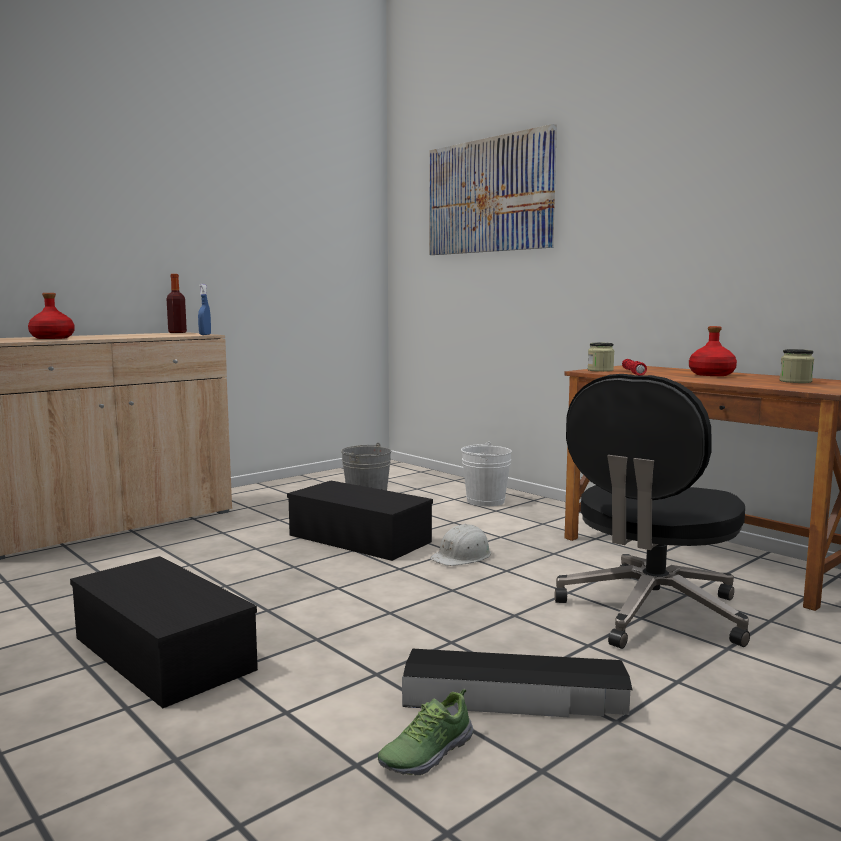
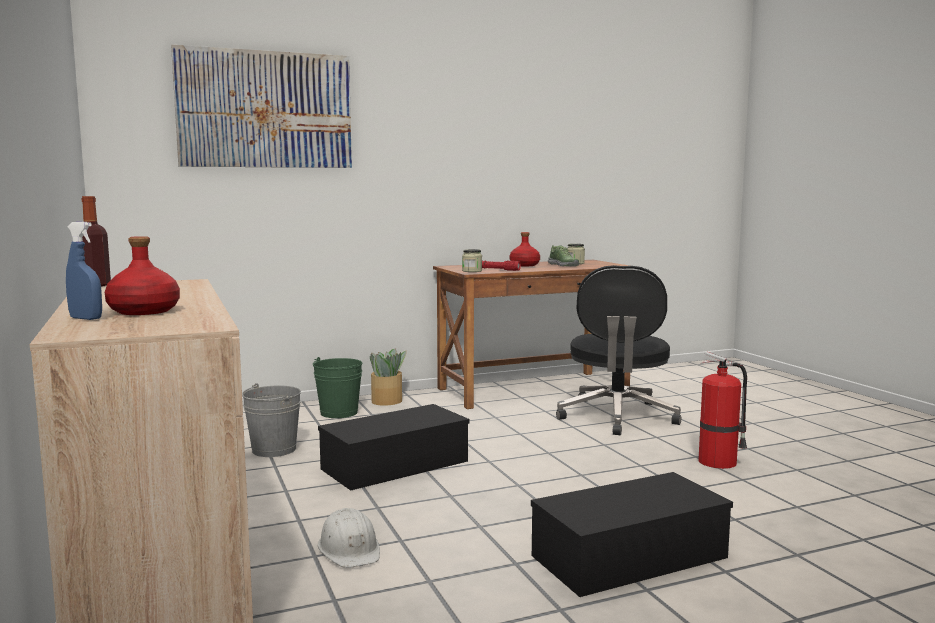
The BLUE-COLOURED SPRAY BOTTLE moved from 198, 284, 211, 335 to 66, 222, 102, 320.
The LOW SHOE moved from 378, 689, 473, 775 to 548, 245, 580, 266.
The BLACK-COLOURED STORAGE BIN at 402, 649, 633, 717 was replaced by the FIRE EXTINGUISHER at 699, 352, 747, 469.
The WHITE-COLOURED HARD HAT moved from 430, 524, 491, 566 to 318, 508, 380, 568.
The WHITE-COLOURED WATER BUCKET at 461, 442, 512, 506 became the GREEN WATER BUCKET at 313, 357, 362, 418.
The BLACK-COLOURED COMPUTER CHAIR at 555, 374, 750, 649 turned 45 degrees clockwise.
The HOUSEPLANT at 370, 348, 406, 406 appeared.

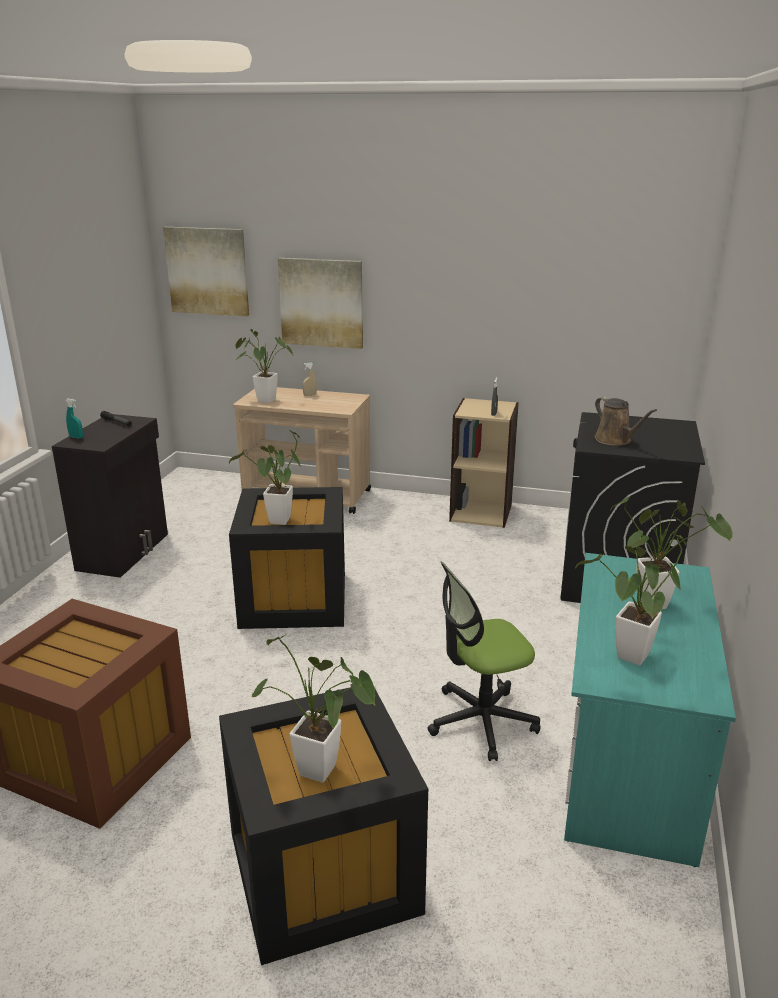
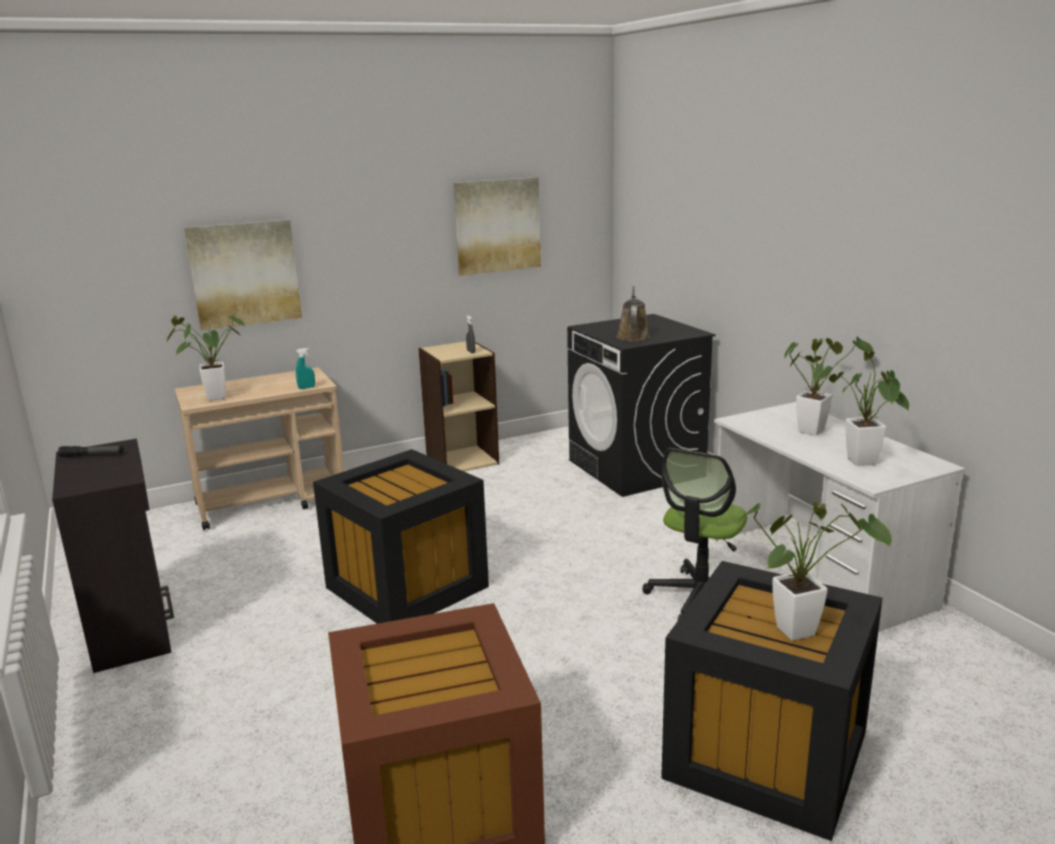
The TURQUOISE SPRAY BOTTLE moved from 65, 399, 83, 439 to 296, 348, 315, 389.
The WALL ART moved from 163, 227, 249, 316 to 454, 177, 541, 276.
The HOUSEPLANT at 229, 430, 301, 525 disappeared.
The SAND-COLOURED SPRAY BOTTLE at 303, 362, 317, 396 disappeared.
The TURQUOISE DESK UNIT at 564, 553, 736, 867 became the WHITE-COLOURED DESK UNIT at 714, 402, 966, 632.
The BROWN WATERING POT at 595, 397, 657, 446 turned 105 degrees counterclockwise.

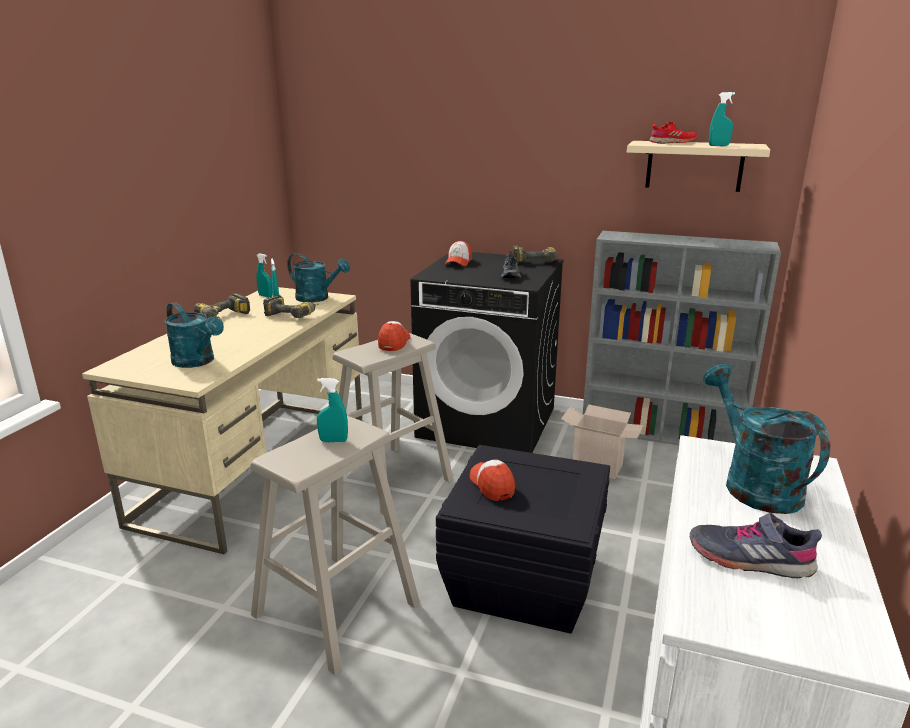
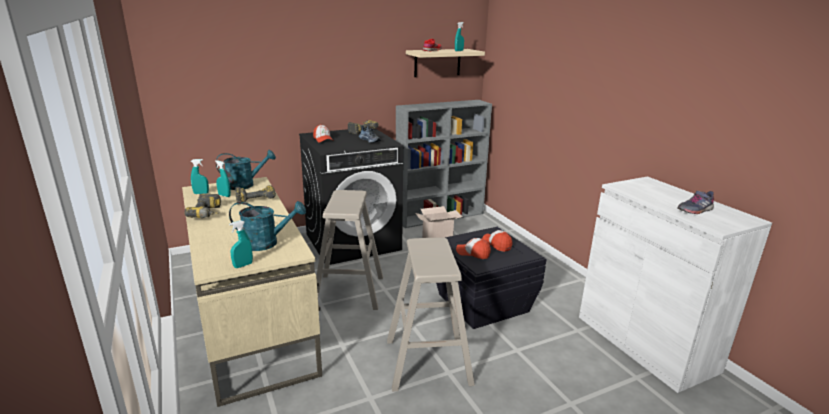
The TURQUOISE SPRAY BOTTLE moved from 317, 378, 348, 442 to 229, 220, 253, 268.
The CAP moved from 378, 321, 411, 351 to 482, 230, 513, 252.
The TURQUOISE WATERING POT at 703, 364, 830, 514 disappeared.

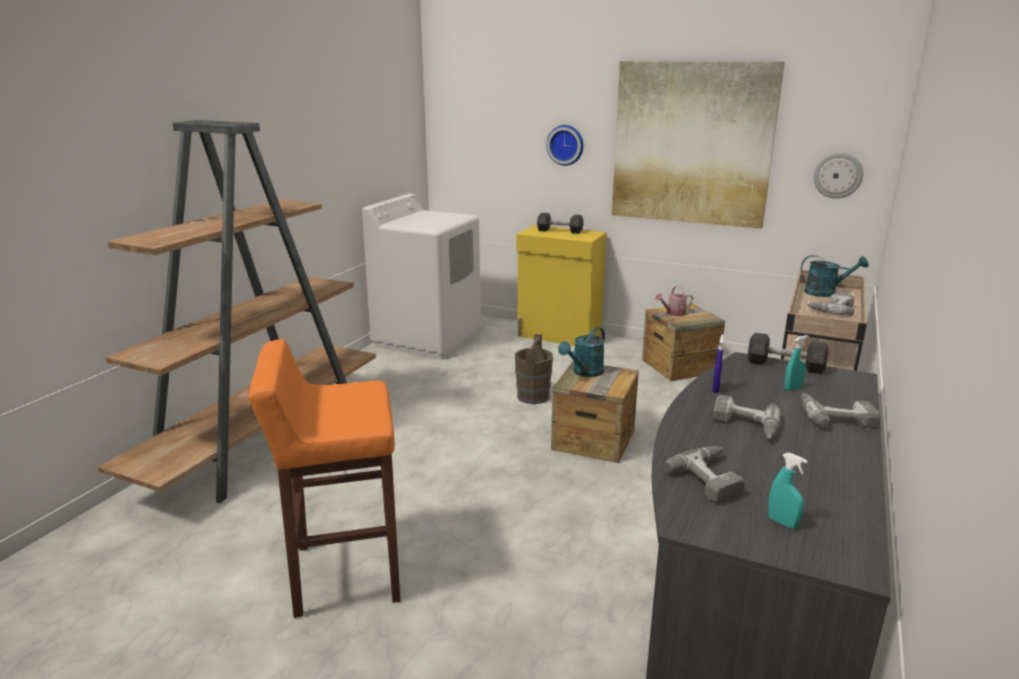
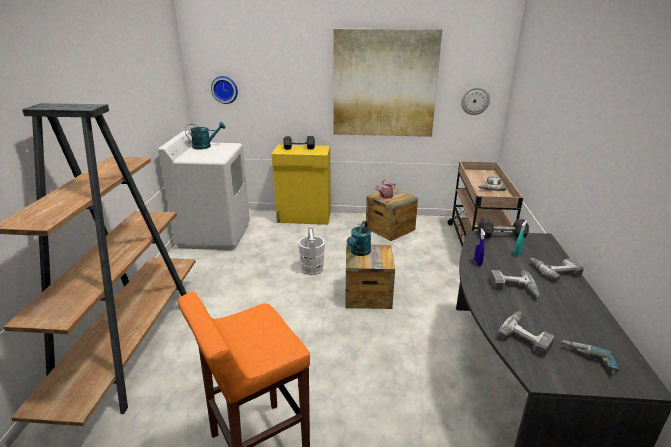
The BROWN WATER BUCKET at 515, 334, 553, 404 became the WHITE-COLOURED WATER BUCKET at 298, 226, 325, 275.
The WALL CLOCK moved from 546, 125, 583, 166 to 211, 76, 238, 104.
The TURQUOISE SPRAY BOTTLE at 768, 453, 808, 529 was replaced by the POWER DRILL at 561, 340, 619, 374.
The TURQUOISE WATERING POT moved from 801, 255, 869, 297 to 185, 122, 226, 150.

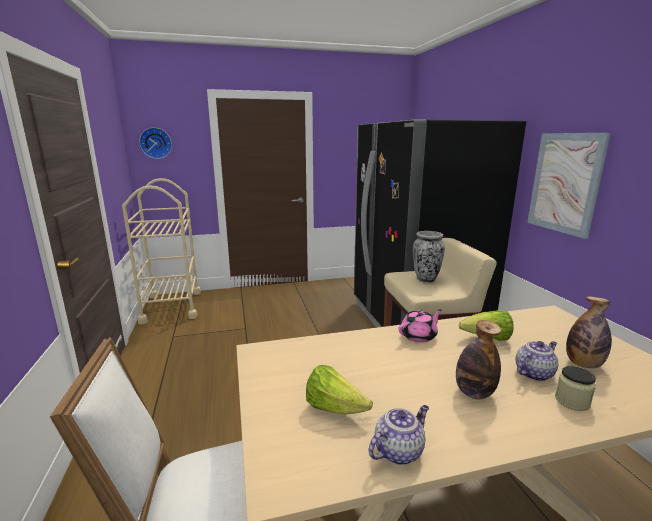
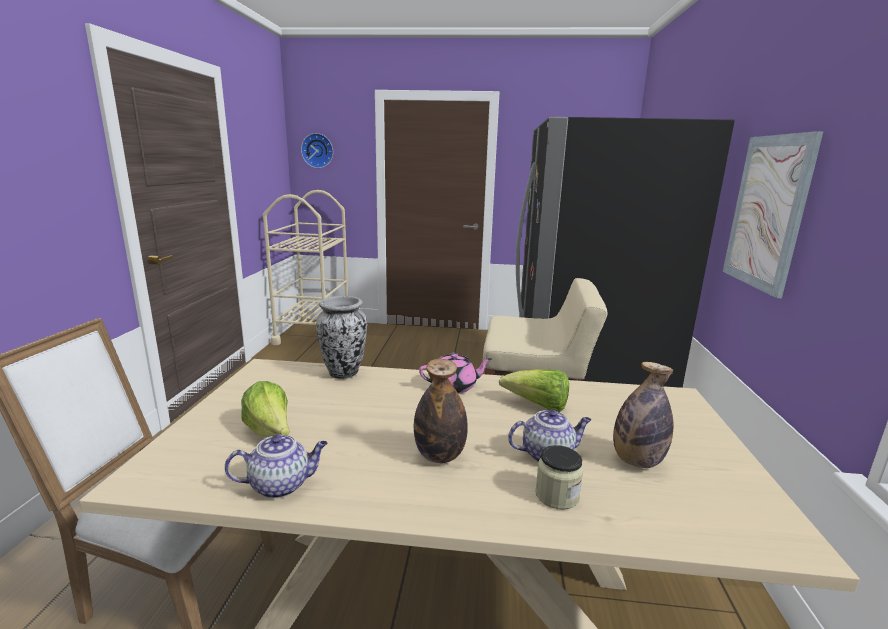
The DECORATIVE VASE moved from 413, 231, 445, 283 to 316, 296, 367, 379.

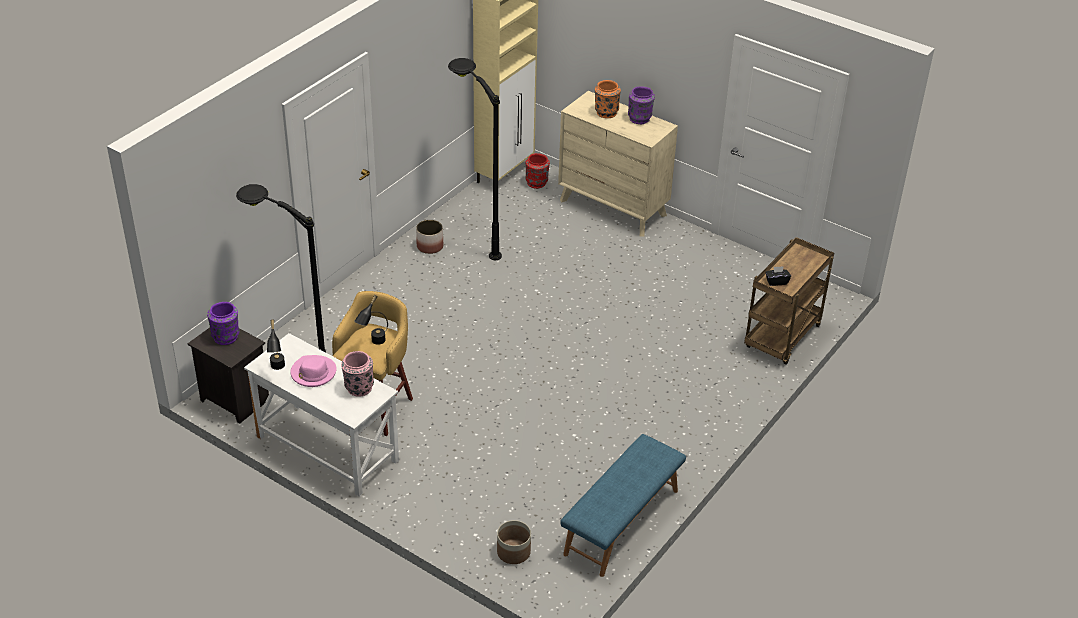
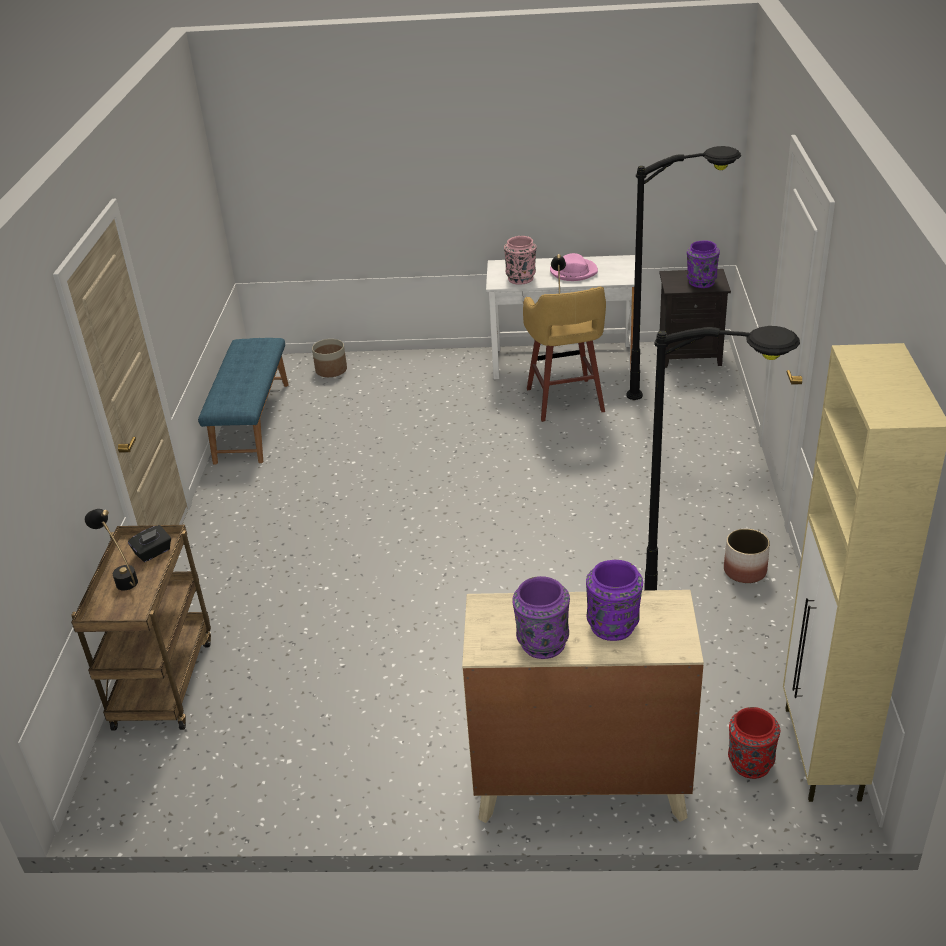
The BLACK-COLOURED LAMP FOR A TABLE moved from 267, 319, 285, 370 to 85, 509, 138, 591.
The ORANGE-COLOURED DECORATIVE VASE at 595, 80, 621, 118 became the PURPLE-COLOURED DECORATIVE VASE at 586, 560, 643, 641.

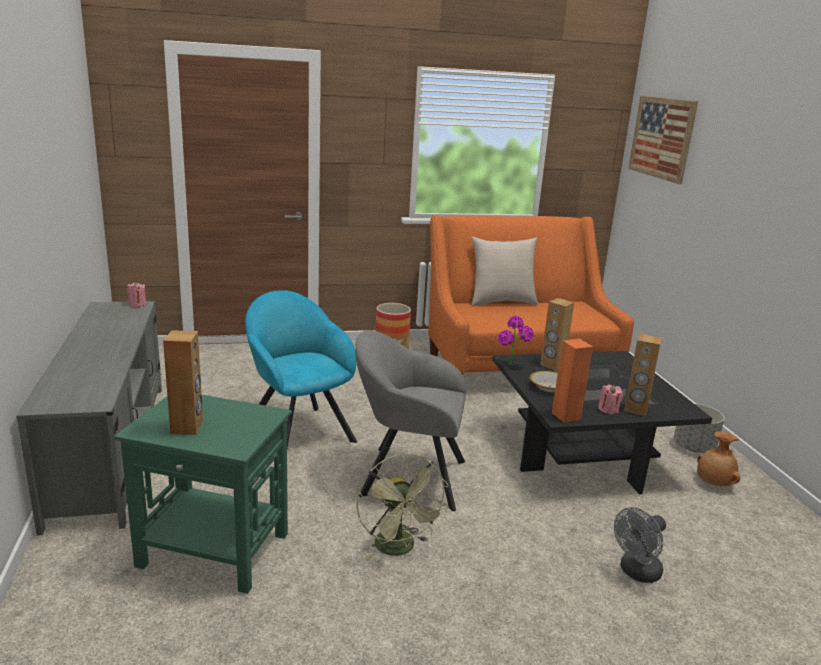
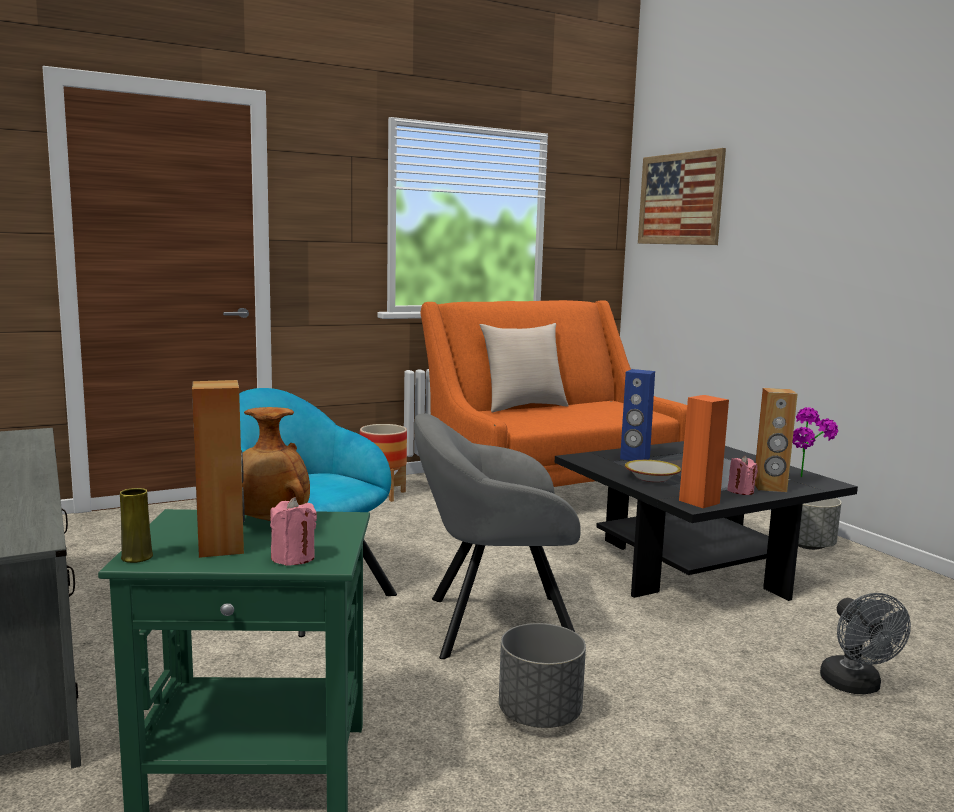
The PINKISH WAX CANDLE moved from 127, 281, 146, 307 to 270, 497, 317, 566.
The GREEN FAN at 356, 453, 449, 560 was replaced by the GREYISH PLANT POT at 499, 623, 586, 728.
The HOUSEPLANT moved from 498, 316, 534, 364 to 792, 407, 839, 477.
The BROWN AUDIO SPEAKER at 540, 298, 574, 371 became the BLUE-COLOURED AUDIO SPEAKER at 620, 369, 655, 461.
The GREYISH FAN at 614, 507, 666, 583 turned 45 degrees counterclockwise.
The BROWN DECORATIVE VASE moved from 697, 431, 740, 486 to 242, 407, 310, 521.
The YELLOWISH DECORATIVE VASE at 120, 488, 153, 563 appeared.

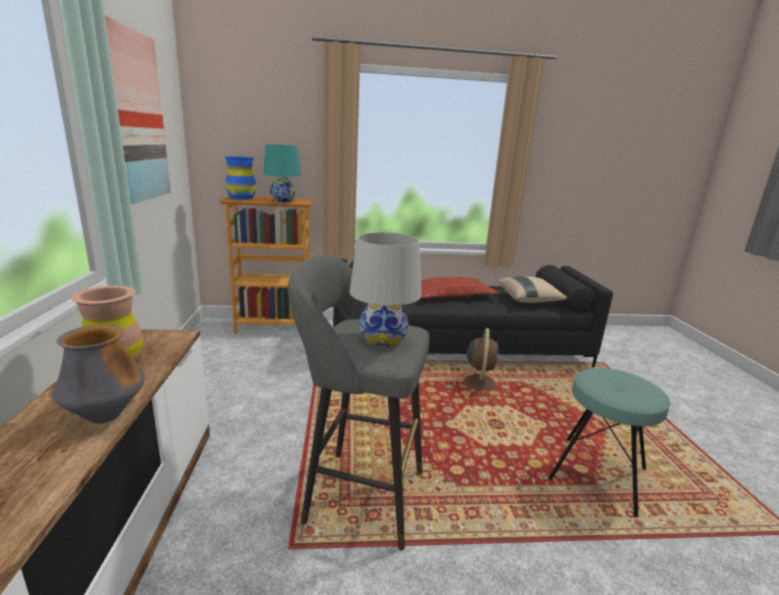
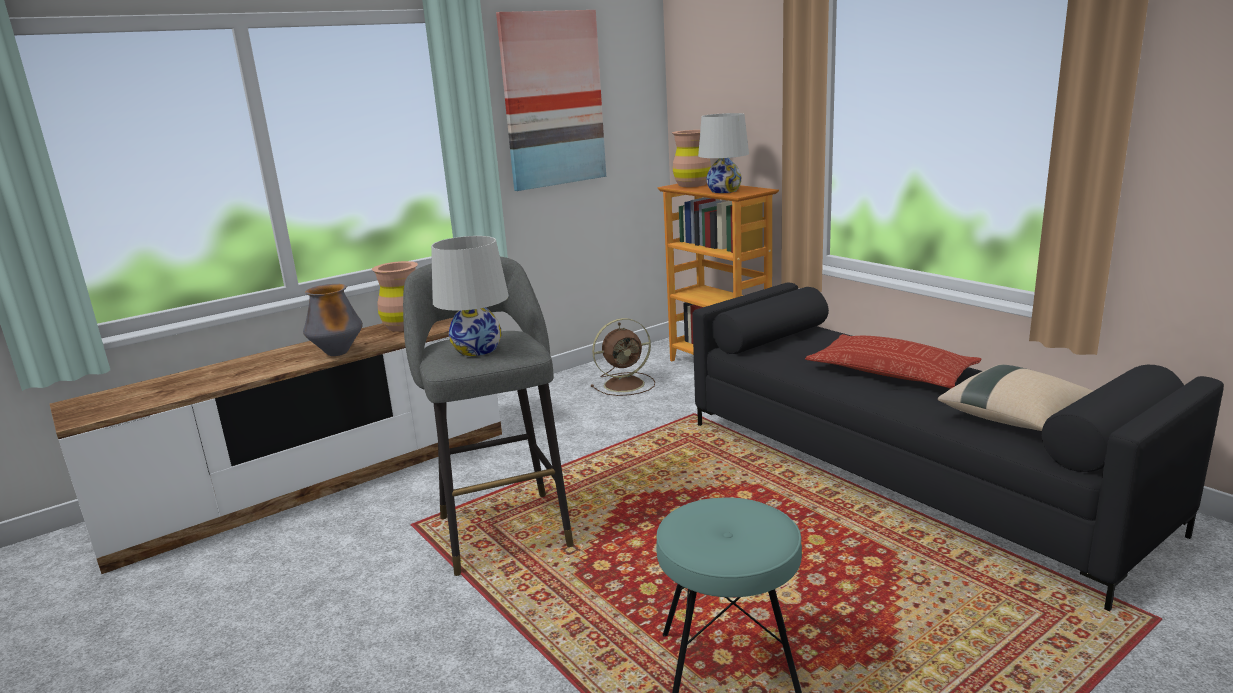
The BLUE-COLOURED DECORATIVE VASE at 224, 156, 256, 200 became the BROWN DECORATIVE VASE at 672, 130, 711, 187.
The TURQUOISE LAMP FOR A TABLE at 263, 144, 301, 202 became the WHITE-COLOURED LAMP FOR A TABLE at 698, 113, 749, 193.
The BROWN FAN moved from 456, 328, 503, 396 to 591, 318, 655, 396.

